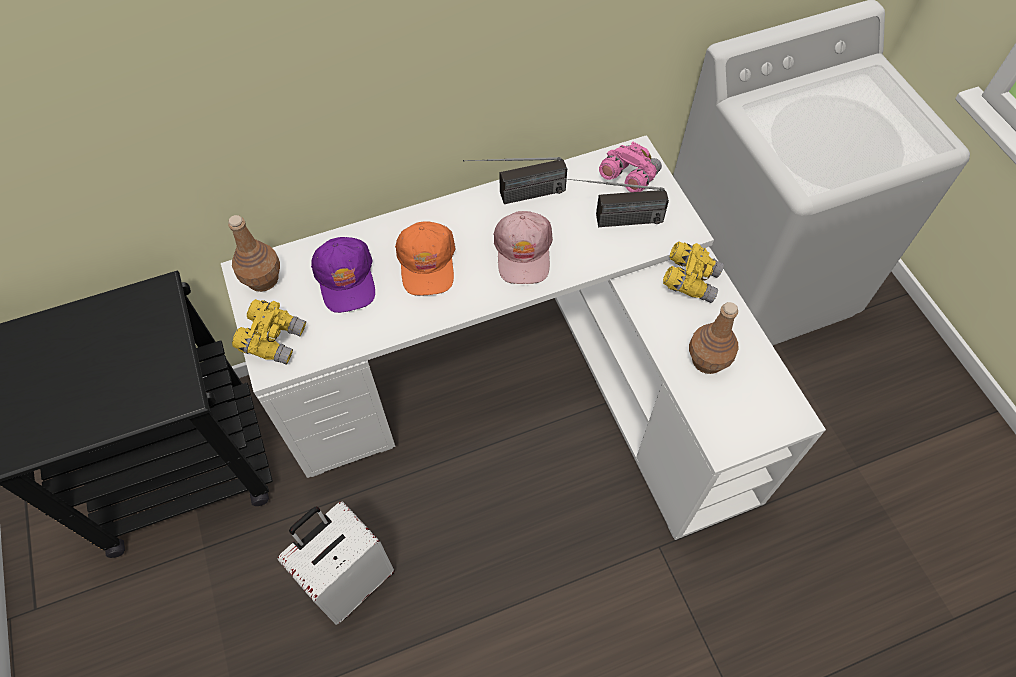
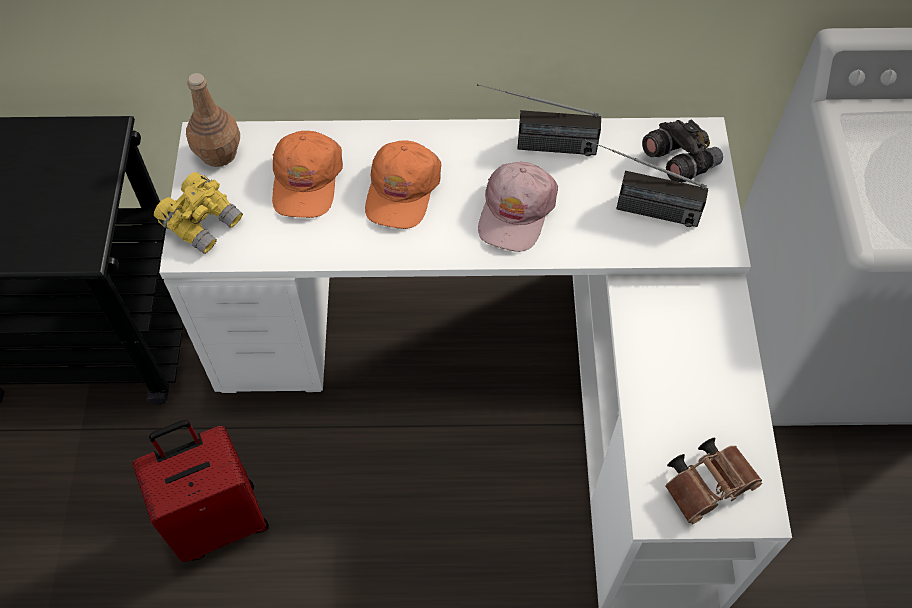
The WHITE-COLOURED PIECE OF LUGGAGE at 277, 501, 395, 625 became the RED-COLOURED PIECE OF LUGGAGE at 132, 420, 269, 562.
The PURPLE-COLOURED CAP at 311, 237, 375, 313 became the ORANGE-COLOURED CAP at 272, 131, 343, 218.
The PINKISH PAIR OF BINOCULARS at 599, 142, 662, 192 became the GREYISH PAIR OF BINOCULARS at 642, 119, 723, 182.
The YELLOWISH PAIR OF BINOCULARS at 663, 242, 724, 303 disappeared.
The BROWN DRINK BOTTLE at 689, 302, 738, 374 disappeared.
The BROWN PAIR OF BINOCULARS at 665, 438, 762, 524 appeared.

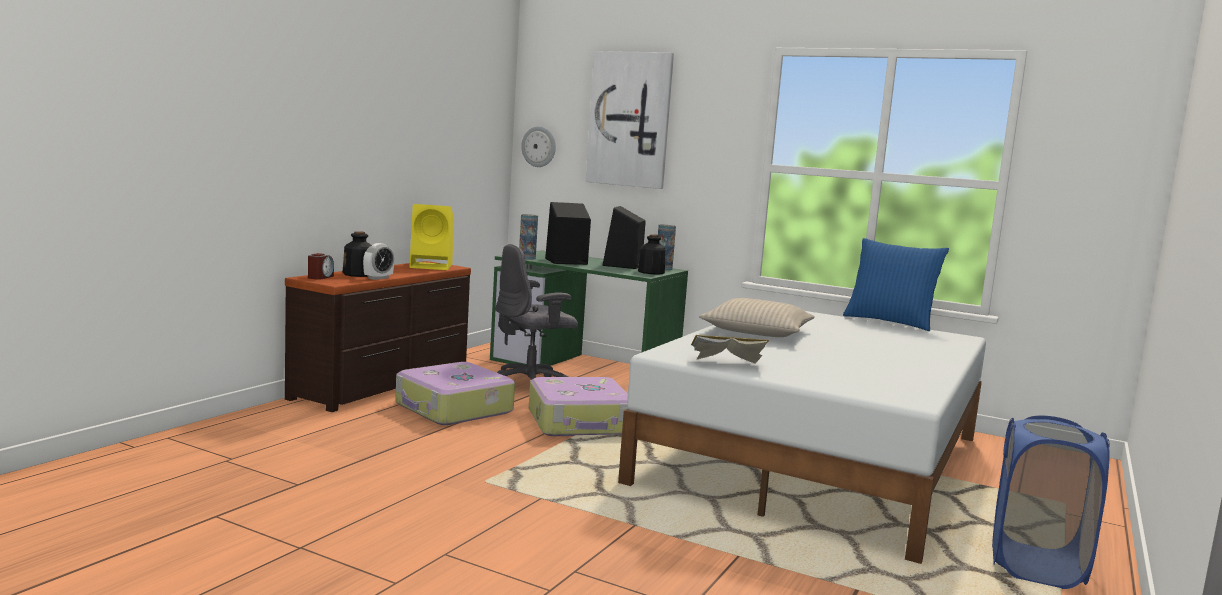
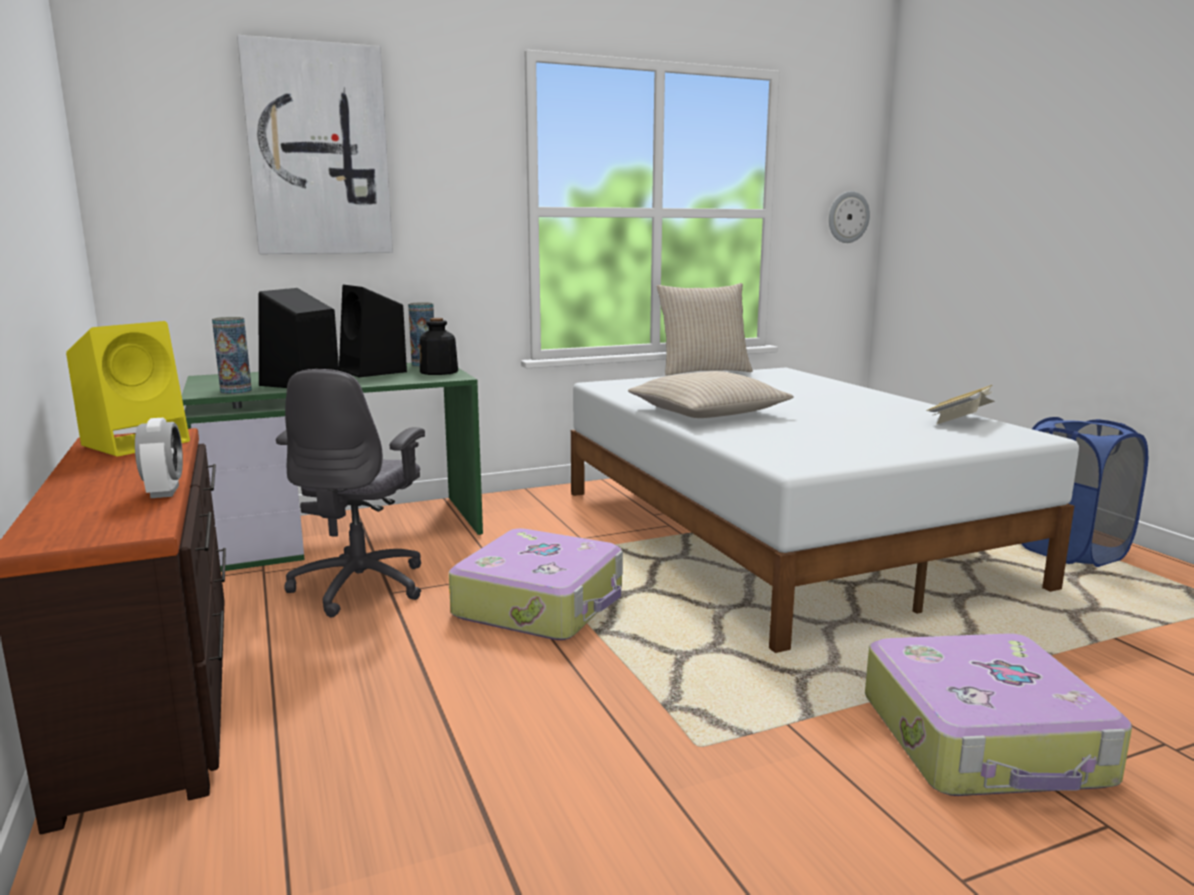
The TABLE CLOCK at 308, 253, 334, 280 disappeared.
The DRINK BOTTLE at 343, 231, 372, 277 disappeared.
The PIECE OF LUGGAGE moved from 395, 362, 515, 425 to 865, 633, 1132, 796.
The WALL CLOCK moved from 521, 126, 556, 167 to 829, 191, 870, 243.
The VOLUME moved from 691, 335, 769, 364 to 926, 385, 995, 425.
The BLUE-COLOURED THROW PILLOW at 843, 238, 949, 331 became the SAND-COLOURED THROW PILLOW at 657, 283, 753, 376.

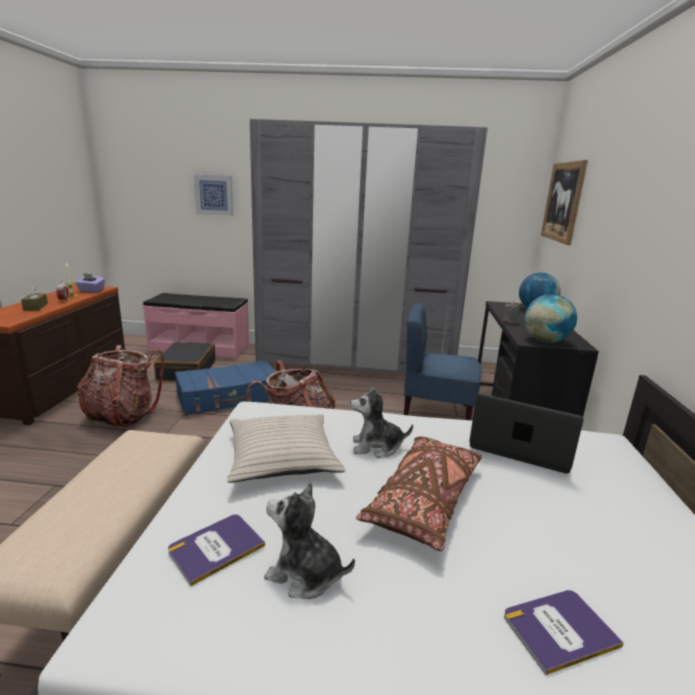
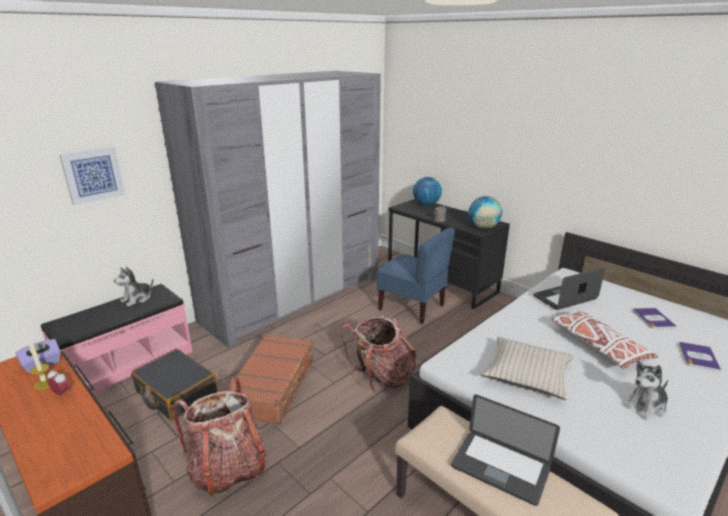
The BROWN TISSUE HOLDER at 21, 286, 48, 311 disappeared.
The VOLUME moved from 168, 514, 265, 586 to 633, 308, 677, 329.
The BLUE-COLOURED PIECE OF LUGGAGE at 175, 360, 276, 416 became the BROWN PIECE OF LUGGAGE at 226, 334, 315, 425.
The PLUSH TOY moved from 350, 386, 413, 458 to 114, 267, 153, 307.
The BROWN THROW PILLOW at 356, 436, 482, 551 became the WHITE-COLOURED THROW PILLOW at 551, 310, 658, 370.
The BLUE-COLOURED PLAIN CHAIR at 404, 303, 482, 420 turned 105 degrees counterclockwise.
The WALL ART at 541, 160, 588, 245 disappeared.
The LAPTOP at 451, 394, 560, 506 appeared.

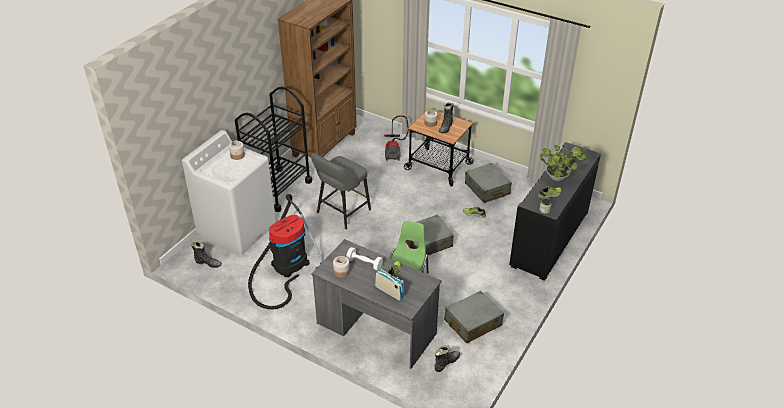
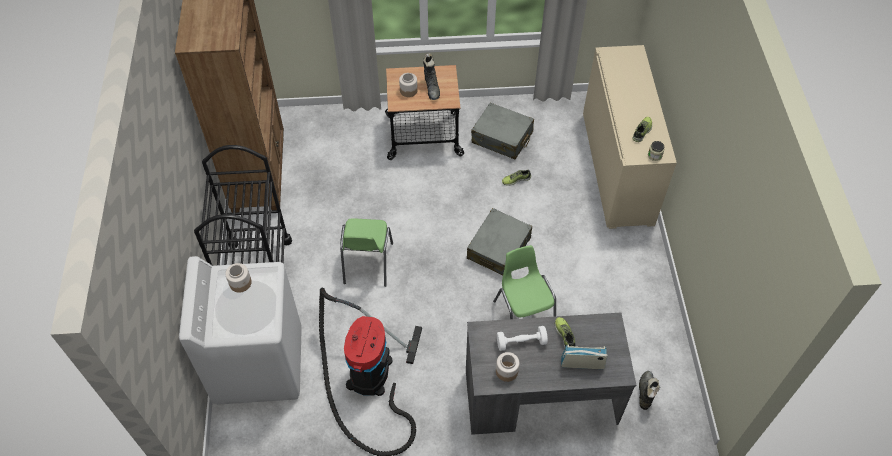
The BLACK-COLOURED HIGH-TOP BOOT at 191, 242, 222, 268 disappeared.
The GREYISH STOOL at 311, 153, 371, 229 was replaced by the GREEN PLAIN CHAIR at 340, 218, 393, 287.
The VACUUM CLEANER at 384, 115, 409, 161 disappeared.
The GREYISH PIECE OF LUGGAGE at 444, 291, 504, 343 disappeared.
The BLACK-COLOURED CUPBOARD at 509, 142, 601, 281 became the SAND-COLOURED CUPBOARD at 583, 45, 677, 229.
The HOUSEPLANT at 540, 145, 587, 181 disappeared.

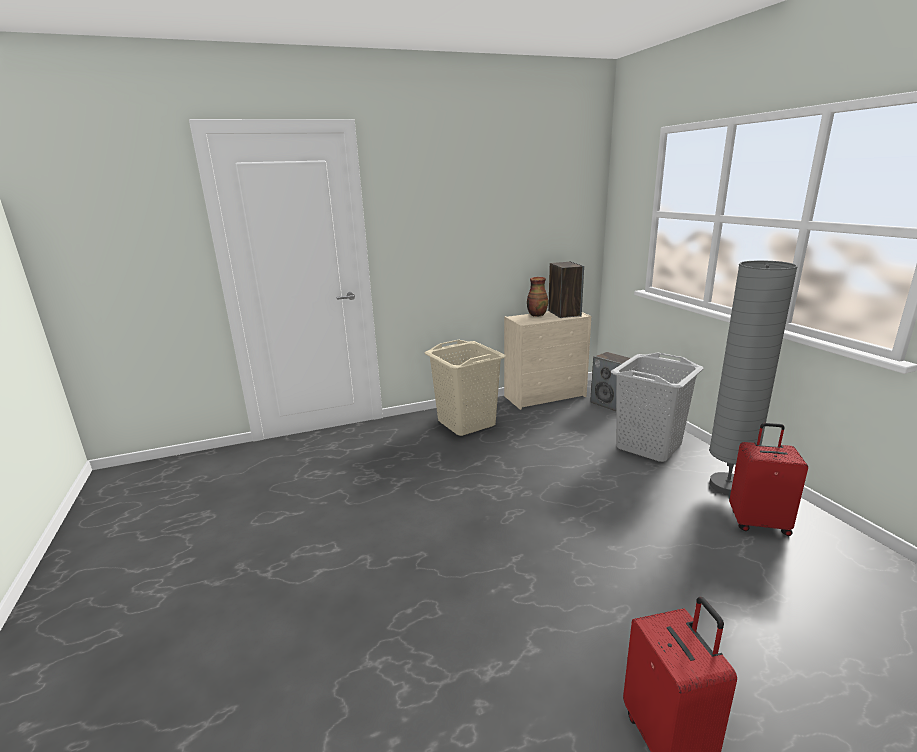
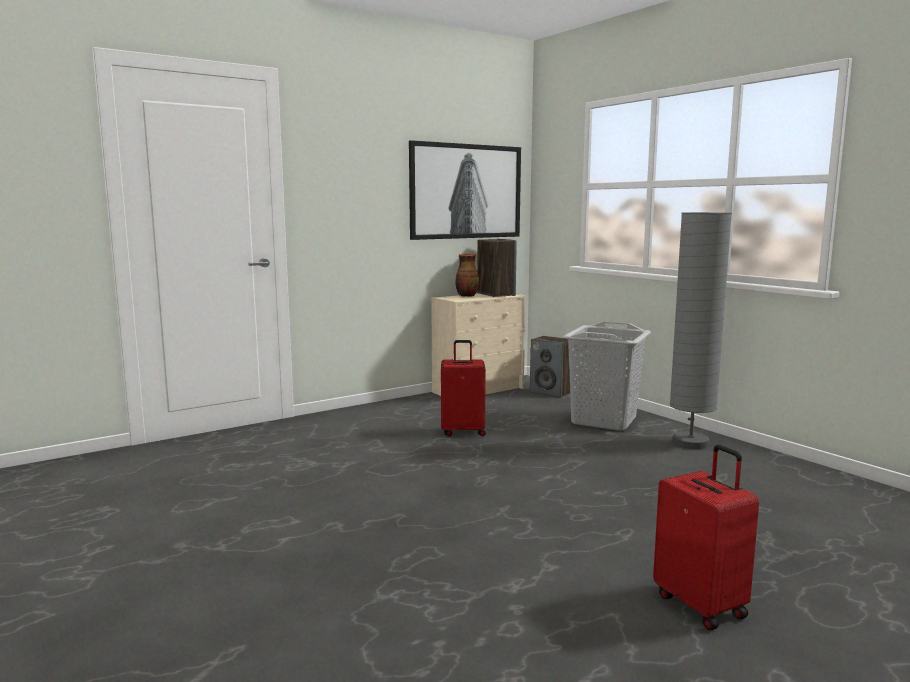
The SAND-COLOURED HAMPER at 425, 340, 506, 436 disappeared.
The RED-COLOURED PIECE OF LUGGAGE moved from 729, 423, 808, 536 to 441, 340, 486, 436.
The WALL ART at 409, 140, 521, 240 appeared.

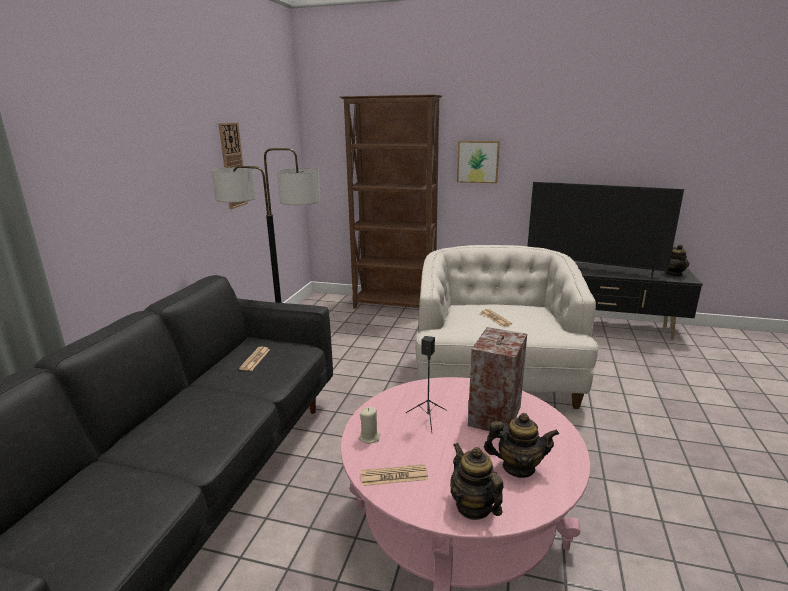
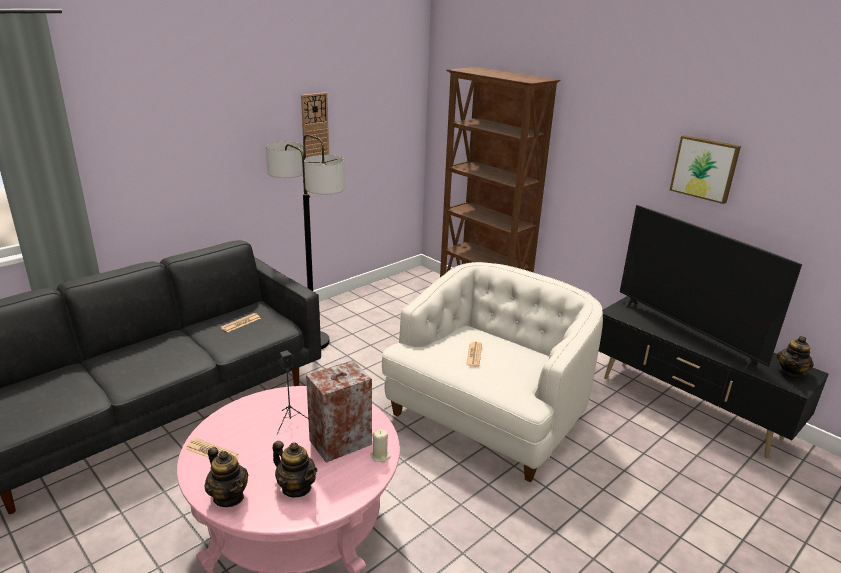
The SAND-COLOURED WAX CANDLE moved from 359, 407, 381, 443 to 371, 429, 391, 462.
The TEA POT at 450, 443, 503, 520 turned 135 degrees clockwise.
The WALL ART moved from 457, 141, 500, 183 to 670, 135, 741, 204.

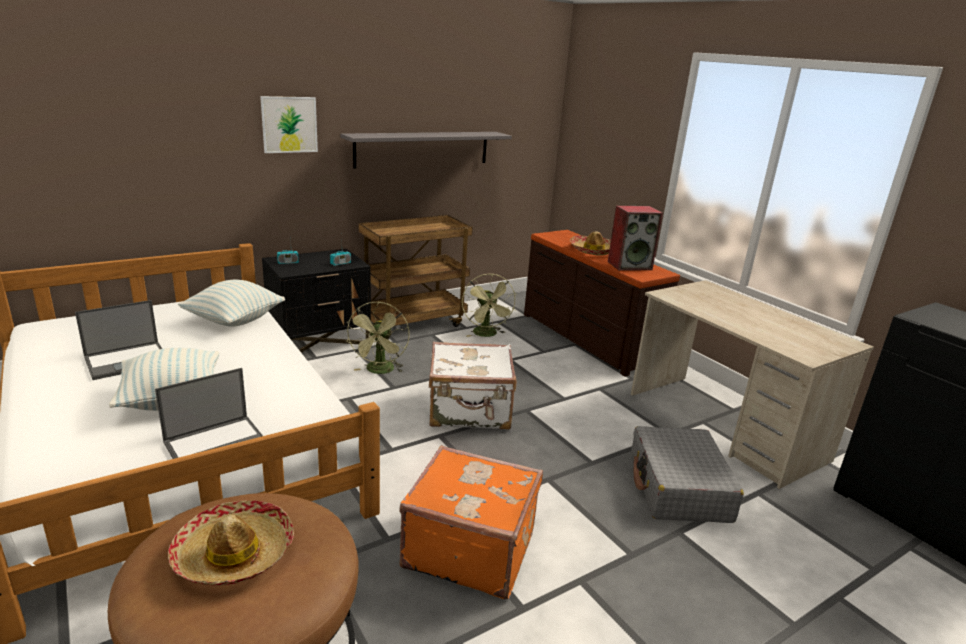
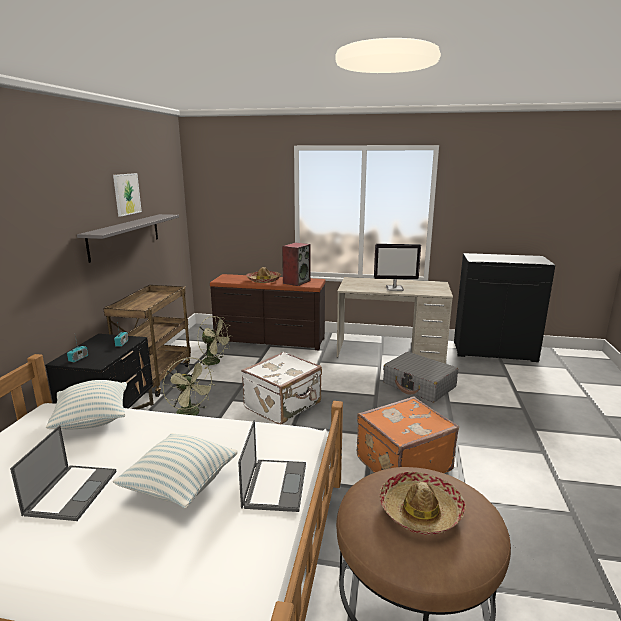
The WALL ART moved from 260, 96, 318, 153 to 113, 173, 142, 217.
The COMPUTER SCREEN at 374, 244, 421, 291 appeared.

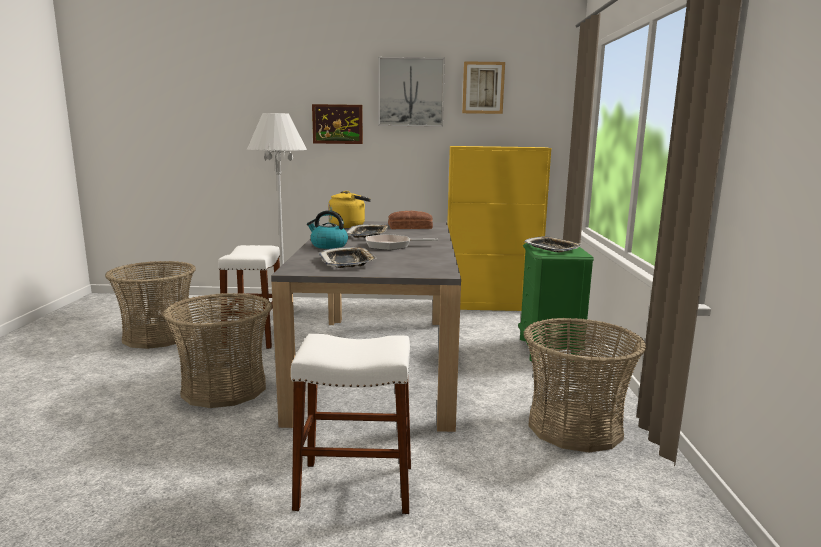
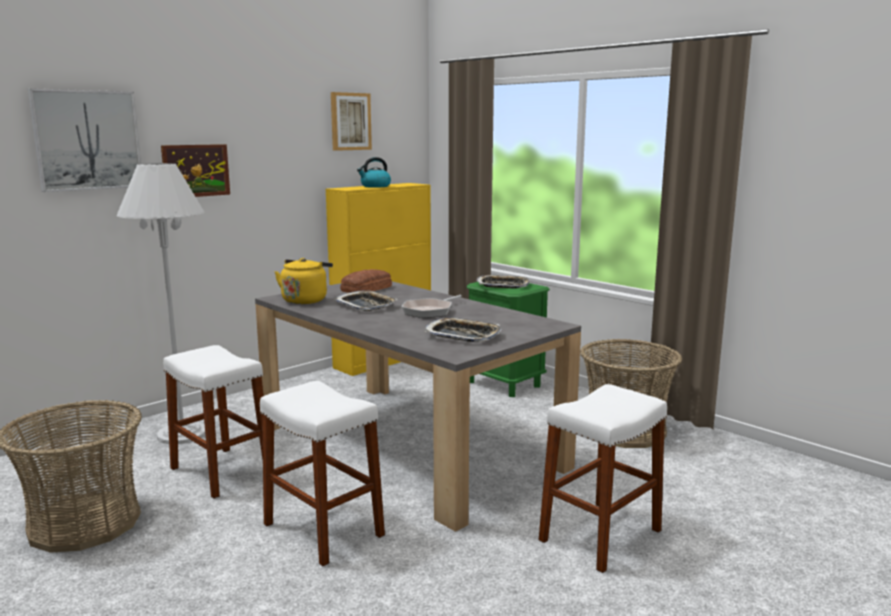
The STORAGE BASKET at 163, 293, 272, 408 was replaced by the WHITE-COLOURED STOOL at 260, 381, 385, 566.
The WATER KETTLE moved from 307, 210, 348, 249 to 357, 157, 391, 188.
The WALL ART moved from 378, 57, 445, 127 to 28, 88, 141, 192.

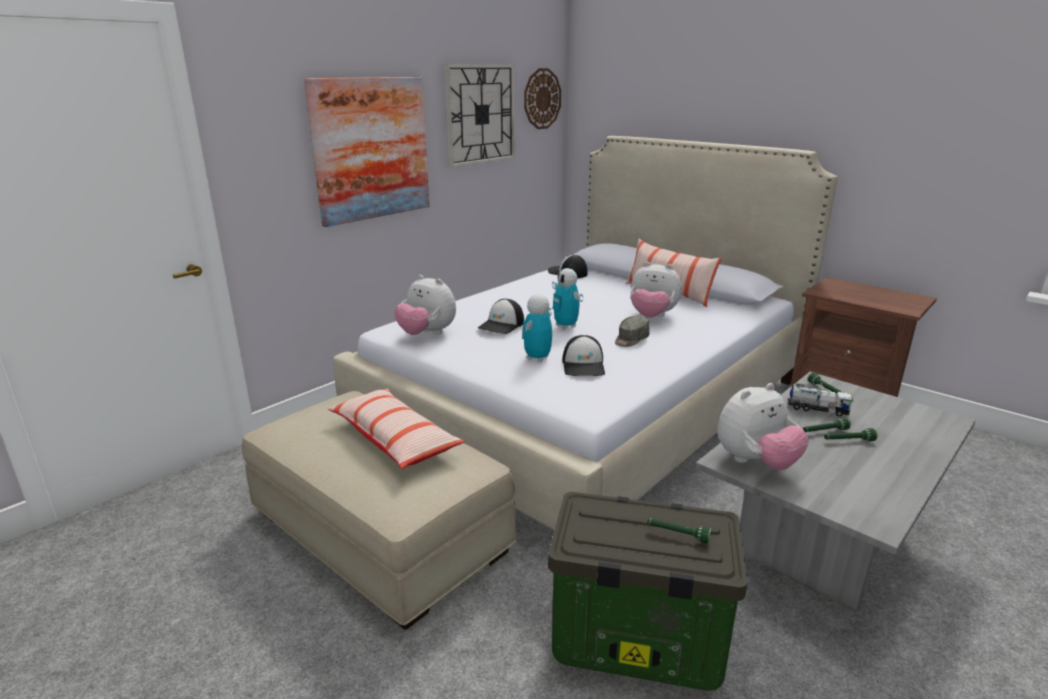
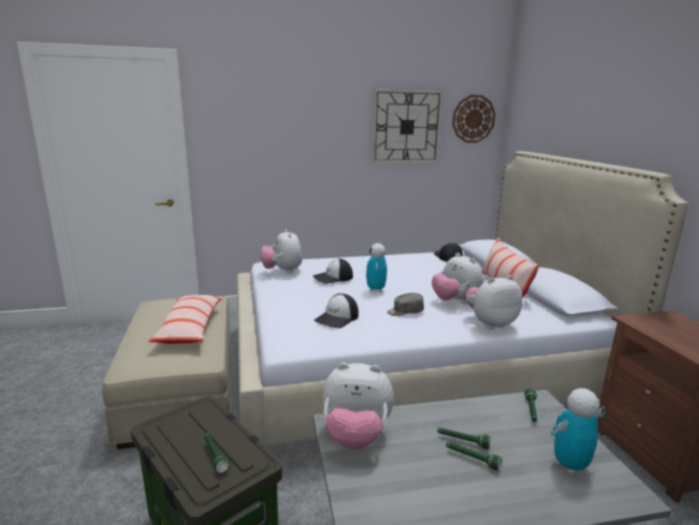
The WALL ART at 304, 77, 430, 227 disappeared.
The TOY ROBOT moved from 522, 294, 552, 362 to 551, 388, 605, 474.
The TOY LORRY at 787, 383, 853, 417 disappeared.
The PLUSH TOY at 465, 275, 523, 329 appeared.

